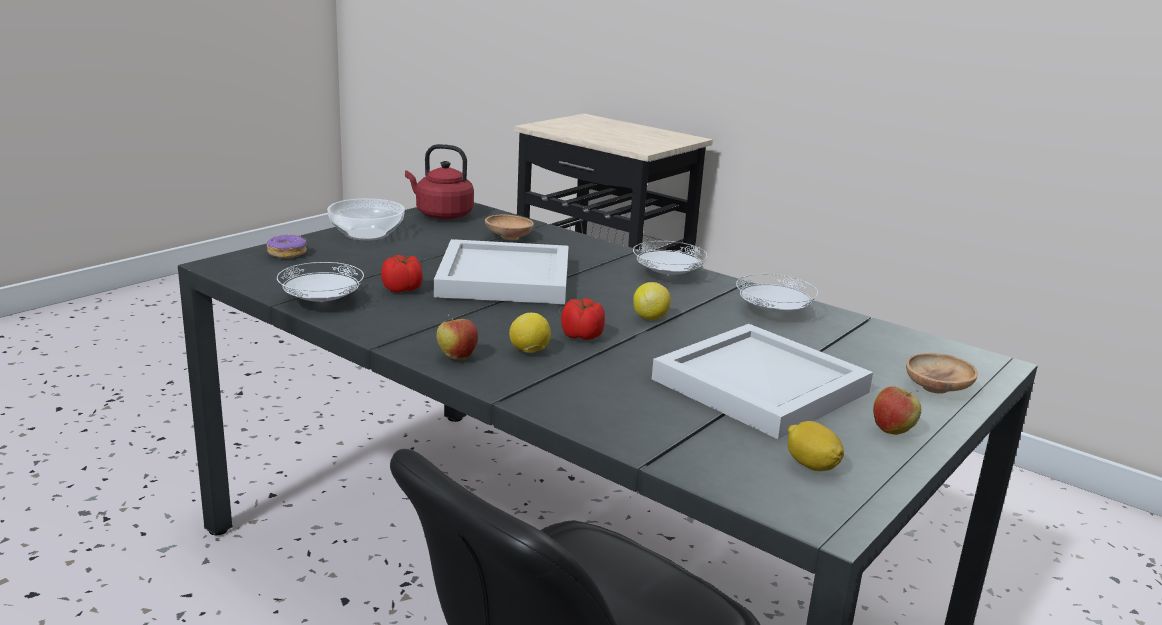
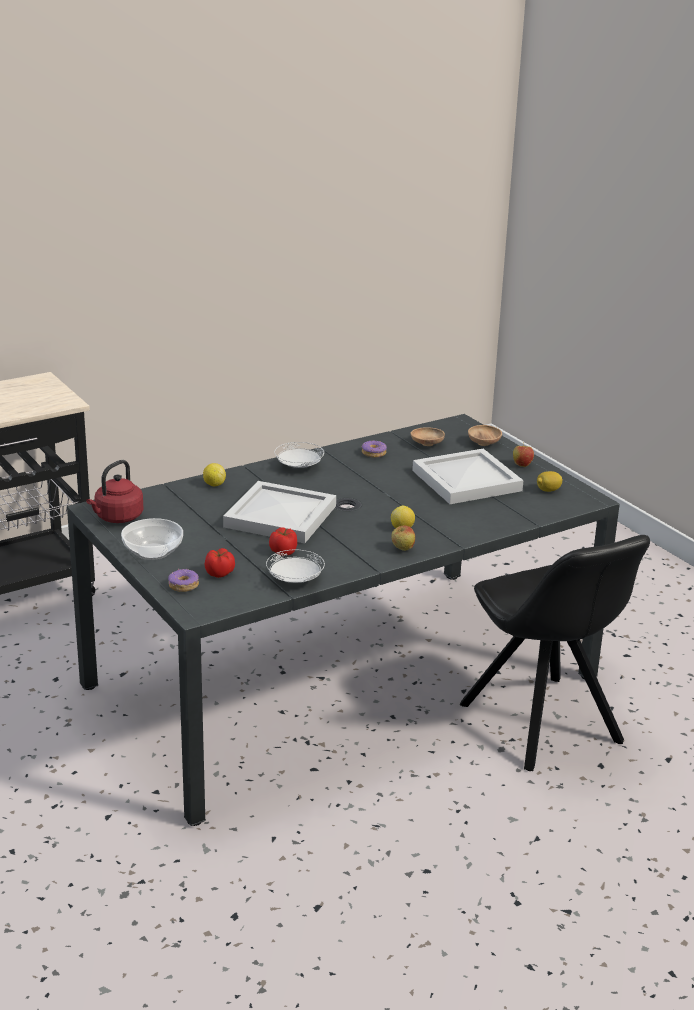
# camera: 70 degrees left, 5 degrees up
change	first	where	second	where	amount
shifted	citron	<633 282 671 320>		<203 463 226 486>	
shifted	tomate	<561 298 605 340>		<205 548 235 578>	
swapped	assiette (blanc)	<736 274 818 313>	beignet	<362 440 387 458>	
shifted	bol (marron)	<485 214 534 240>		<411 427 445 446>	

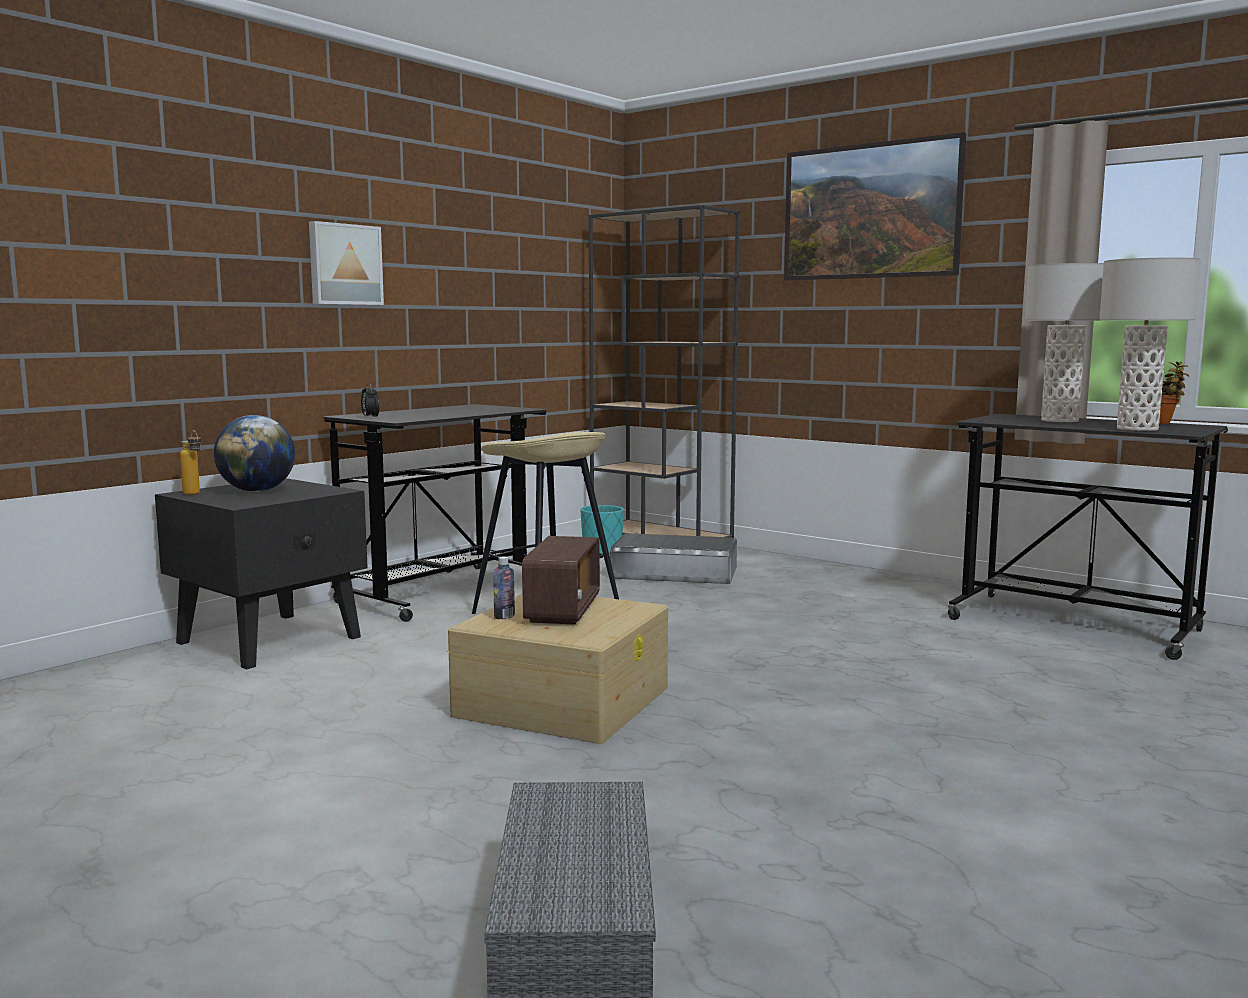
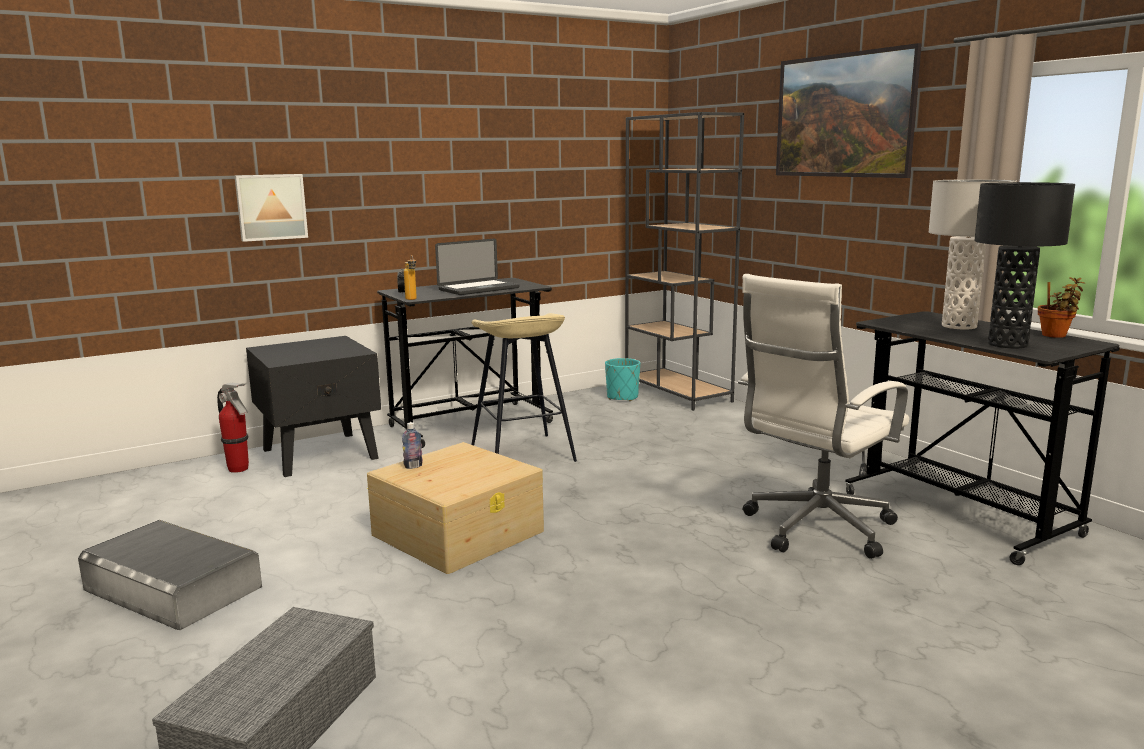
# camera: 20 degrees right, 5 degrees up
change	first	where	second	where	amount
shifted	boîte de rangement (gris)	<610 533 737 584>		<78 520 262 630>	
new			extincteur	<217 383 249 473>	
shifted	tableau	<309 221 384 305>		<234 174 308 242>	
shifted	bouteille	<180 431 201 495>		<404 255 417 300>	
new			ordinateur portable	<435 239 520 295>	
new			chaise de bureau (blanc)	<738 274 909 559>	
repainted	lampe de table (blanc)	<1100 257 1201 431>	lampe de table (noir)	<974 182 1075 349>	
gone	globe	<214 415 295 492>			
gone	radio	<522 536 600 625>			

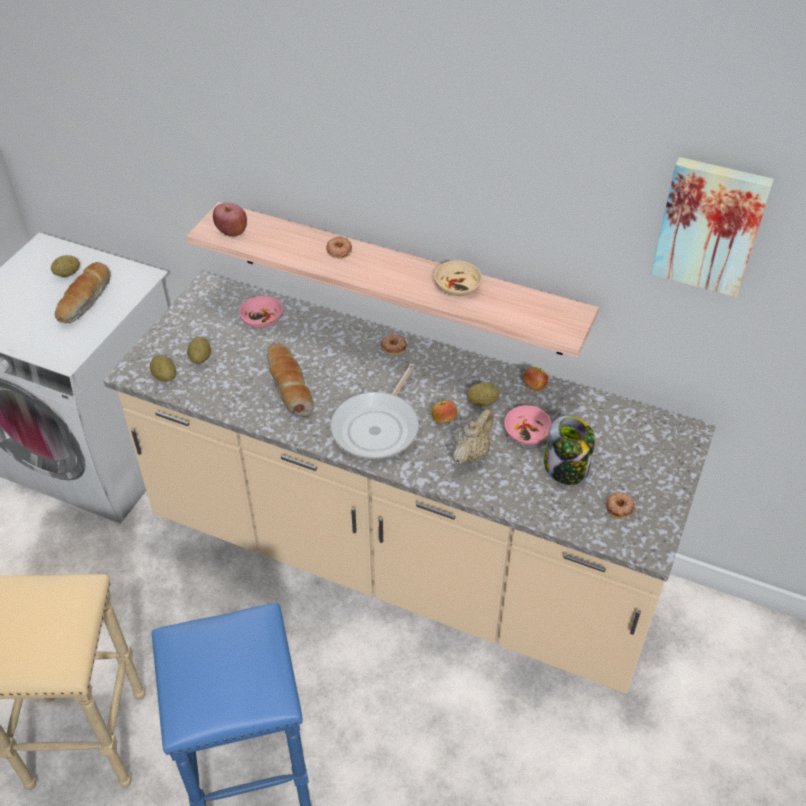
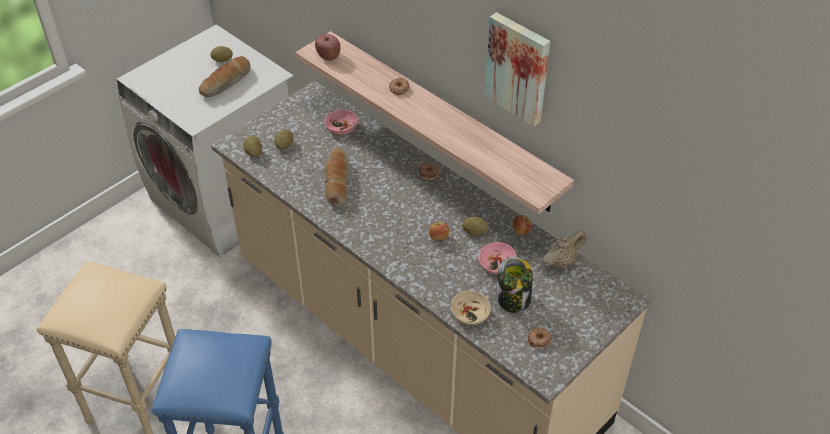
# camera: 20 degrees right, 0 degrees up
change	first	where	second	where	amount
shifted	bol (beige)	<434 260 482 296>		<451 291 491 325>	
shifted	tableau	<651 157 774 297>		<484 12 550 126>	
shifted	théière (beige)	<453 409 494 465>		<543 230 586 269>	
gone	poêle	<330 364 419 459>			

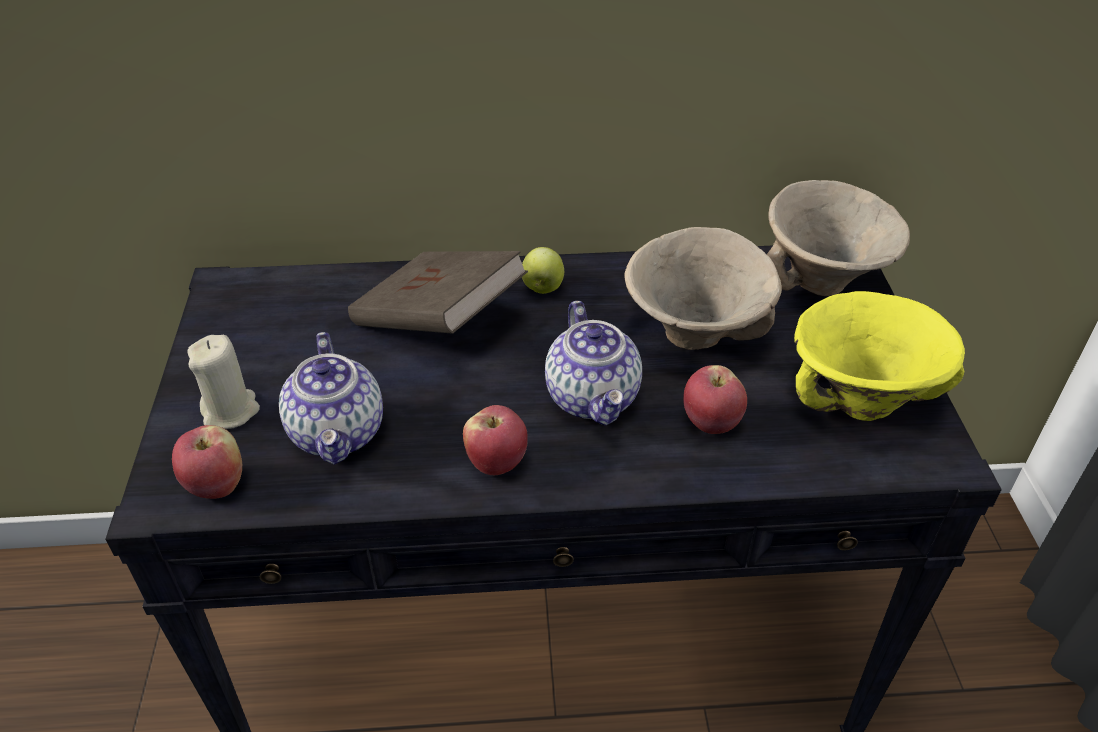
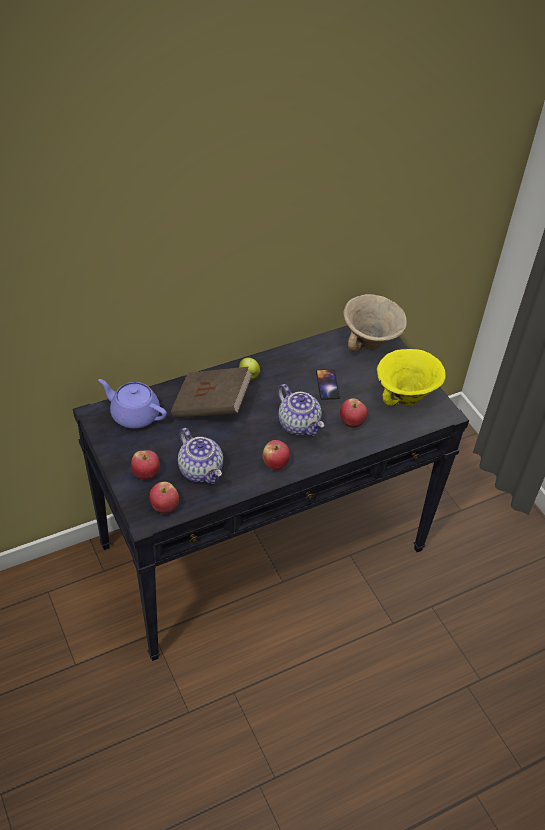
# camera: 25 degrees left, 5 degrees up
change	first	where	second	where	amount
new			théière (violet)	<98 379 167 429>	
swapped	bougie (beige)	<188 335 260 429>	pomme	<131 450 160 480>	
swapped	bol (beige)	<624 227 782 350>	téléphone	<316 369 340 400>	

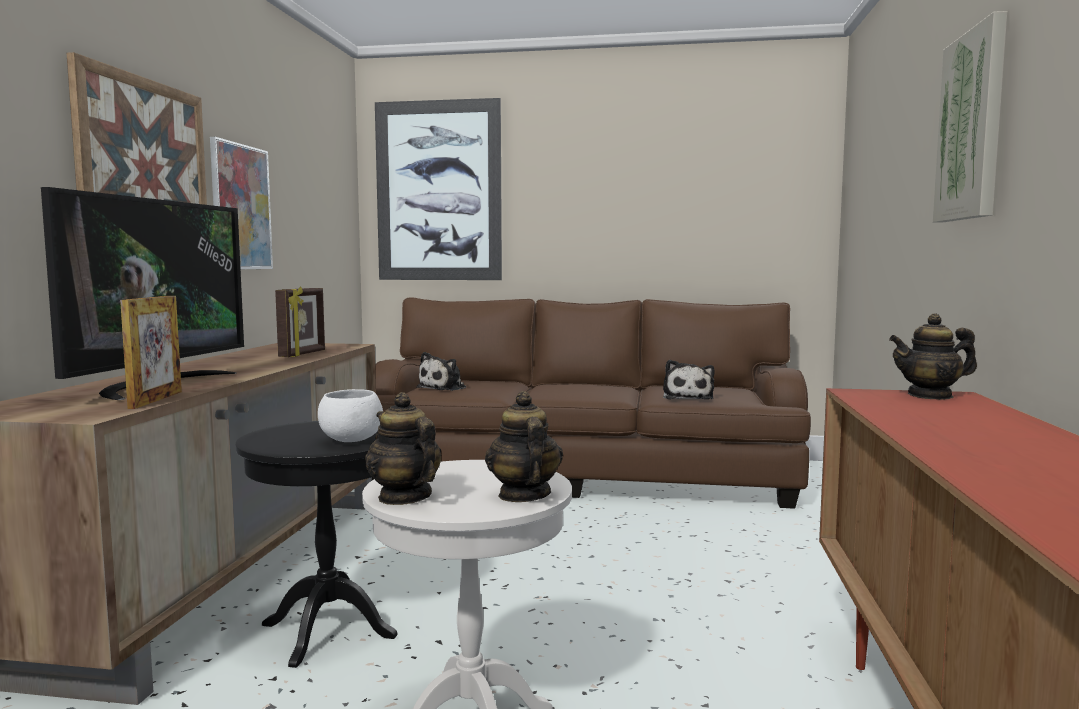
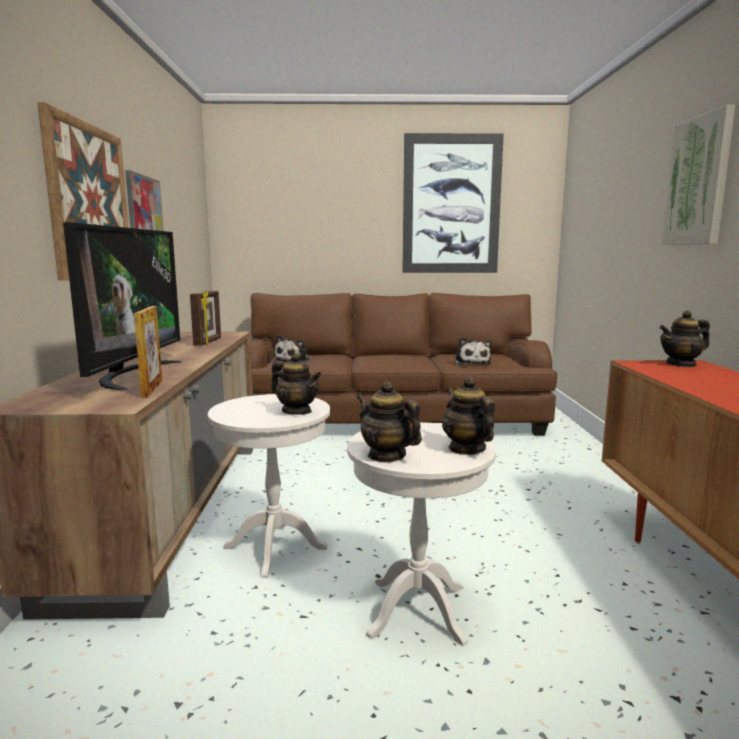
# camera: 10 degrees left, 5 degrees up
change	first	where	second	where	amount
repainted	table d'appoint (noir)	<236 421 398 668>	table d'appoint (blanc)	<208 394 330 578>	
swapped	bol (blanc)	<318 389 383 442>	théière	<271 353 322 415>	
shifted	tableau	<375 98 502 280>		<402 133 504 273>	

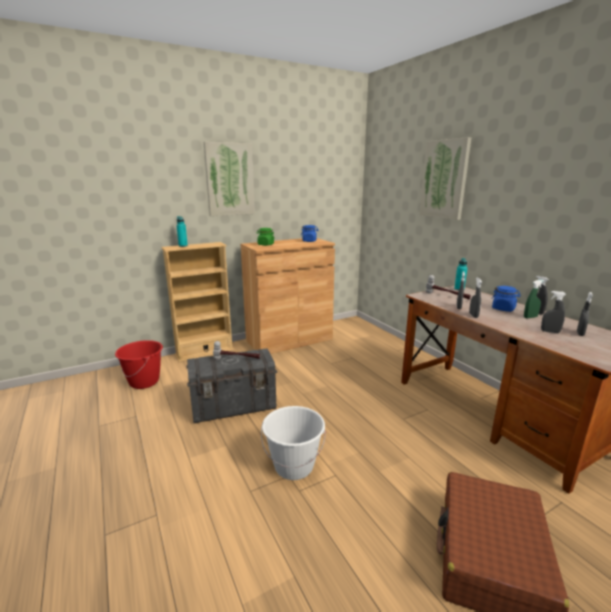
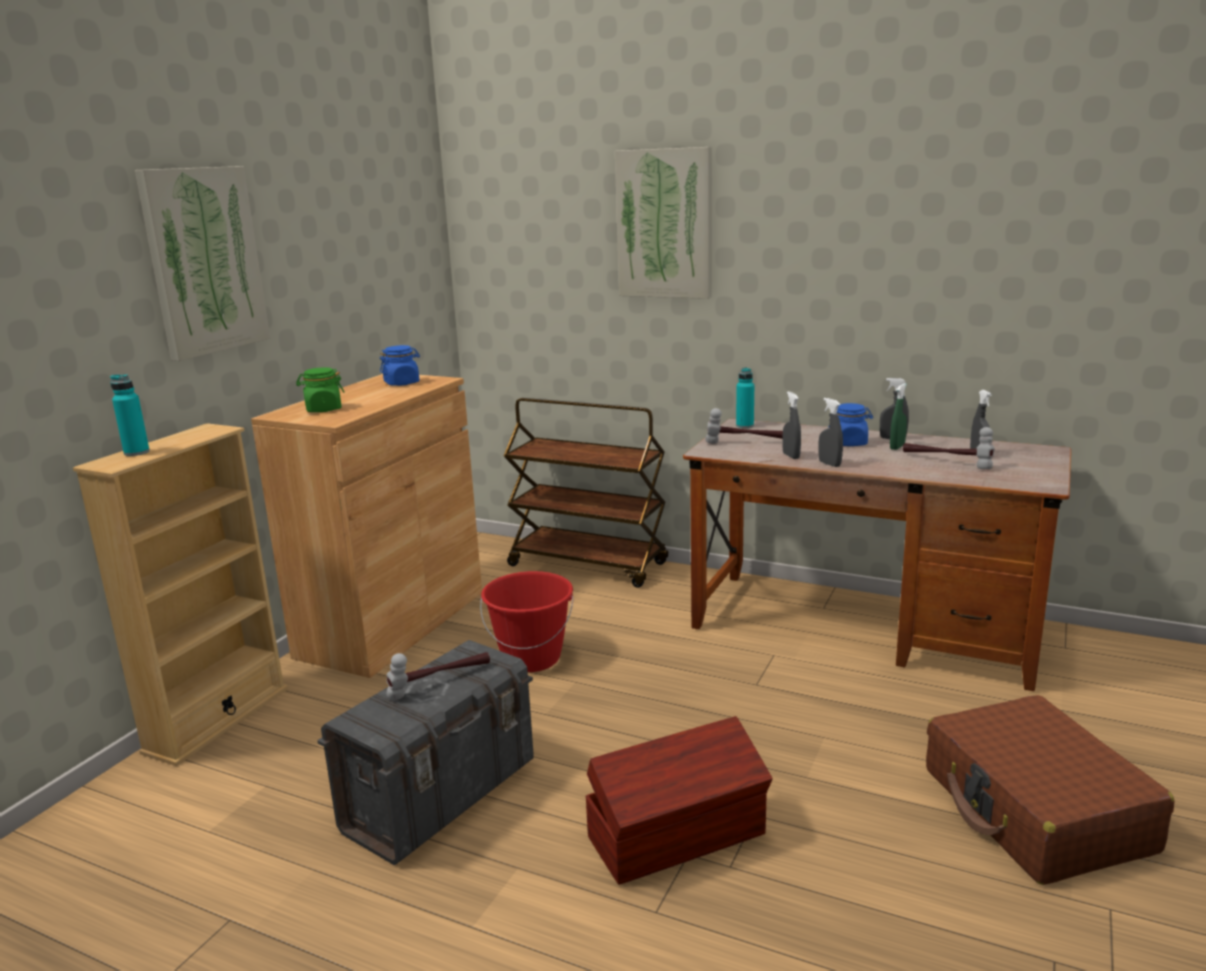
# camera: 35 degrees left, 0 degrees up
change	first	where	second	where	amount
shifted	seau (rouge)	<115 340 163 389>		<480 571 574 672>	
new			chariot (marron)	<504 398 668 588>	
swapped	seau (blanc)	<261 406 326 480>	boîte de rangement (marron)	<585 716 773 885>	
swapped	vaporisateur (gris)	<541 291 566 333>	marteau	<903 427 995 469>	

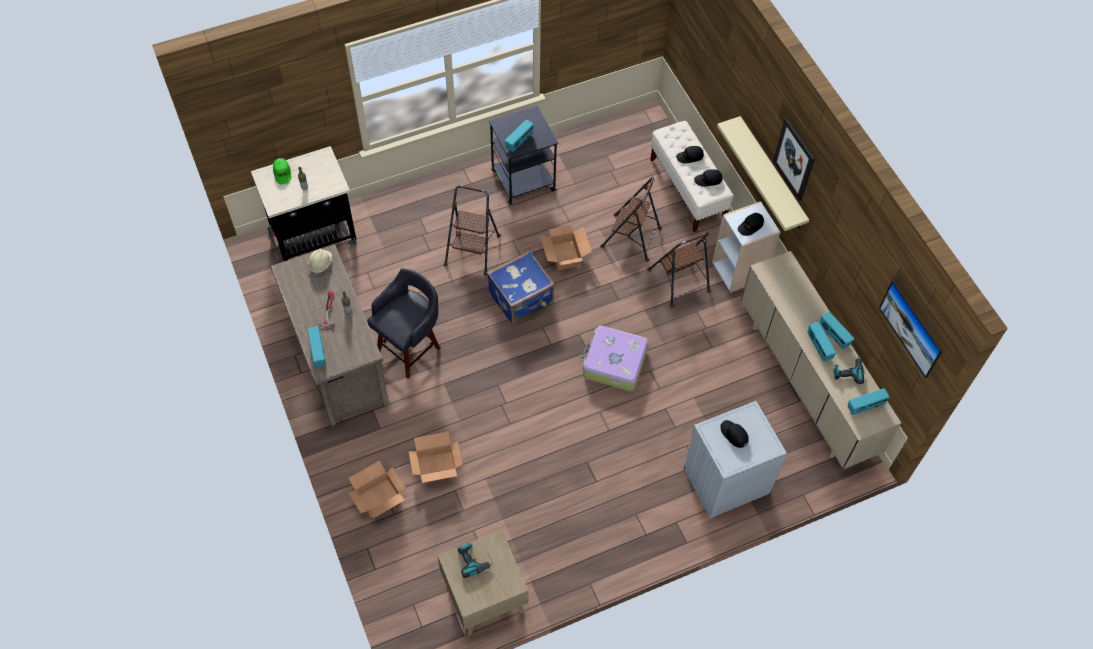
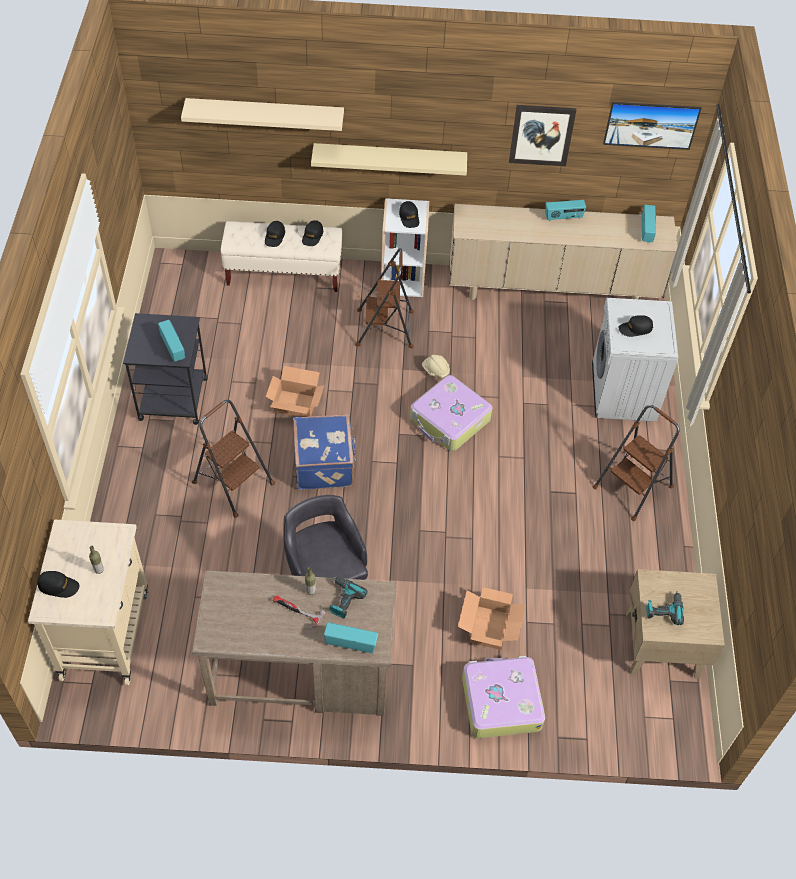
# camera: 65 degrees left, 5 degrees down
change	first	where	second	where	amount
repainted	chariot (noir)	<251 146 357 262>	chariot (beige)	<28 519 149 685>	
repainted	casquette (vert)	<273 158 291 184>	casquette (noir)	<37 571 80 598>	
new			étagère (beige)	<181 98 344 131>	
shifted	perceuse	<833 357 864 384>		<330 576 367 619>	
shifted	casque de chantier (beige)	<308 249 332 275>		<422 355 450 378>	
swapped	carton	<348 460 405 518>	valise	<462 656 545 738>	
shifted	tableau	<773 118 815 201>		<509 105 576 166>	
shifted	escabeau (marron)	<600 177 662 262>		<592 405 680 521>	
gone	radio	<807 322 836 362>			

